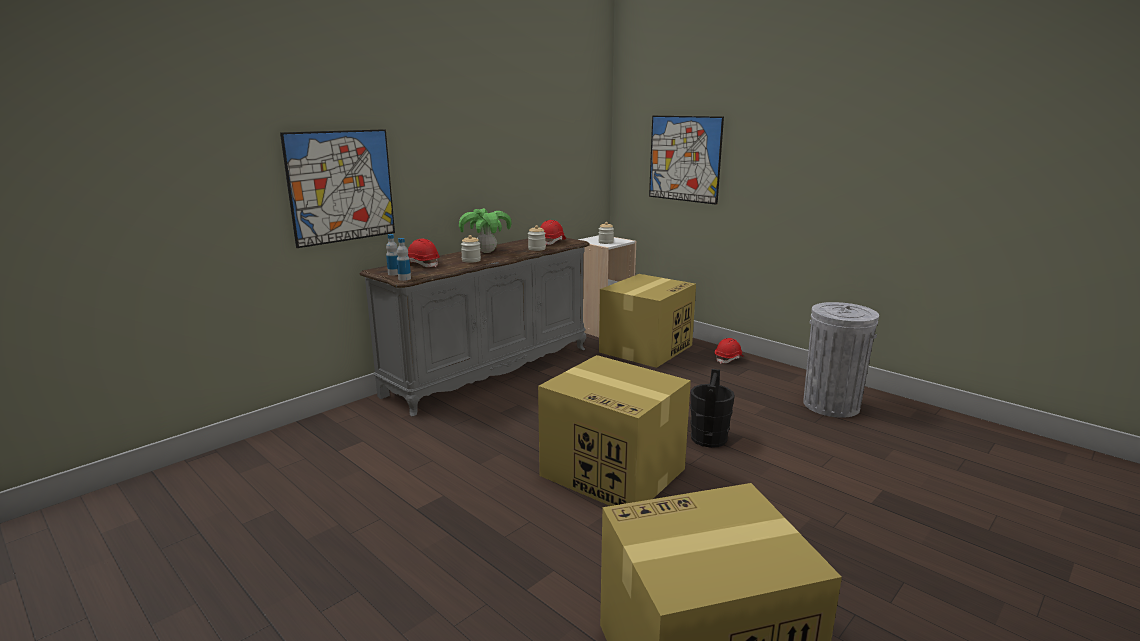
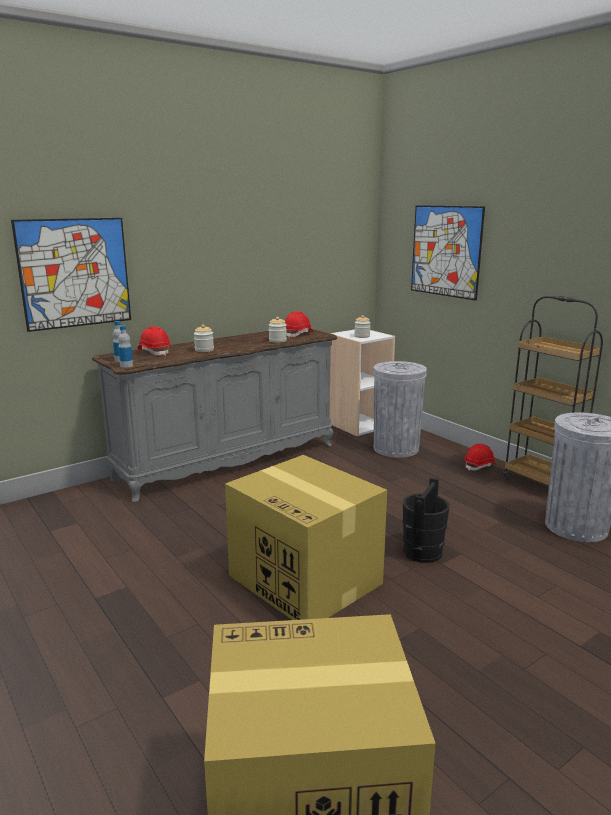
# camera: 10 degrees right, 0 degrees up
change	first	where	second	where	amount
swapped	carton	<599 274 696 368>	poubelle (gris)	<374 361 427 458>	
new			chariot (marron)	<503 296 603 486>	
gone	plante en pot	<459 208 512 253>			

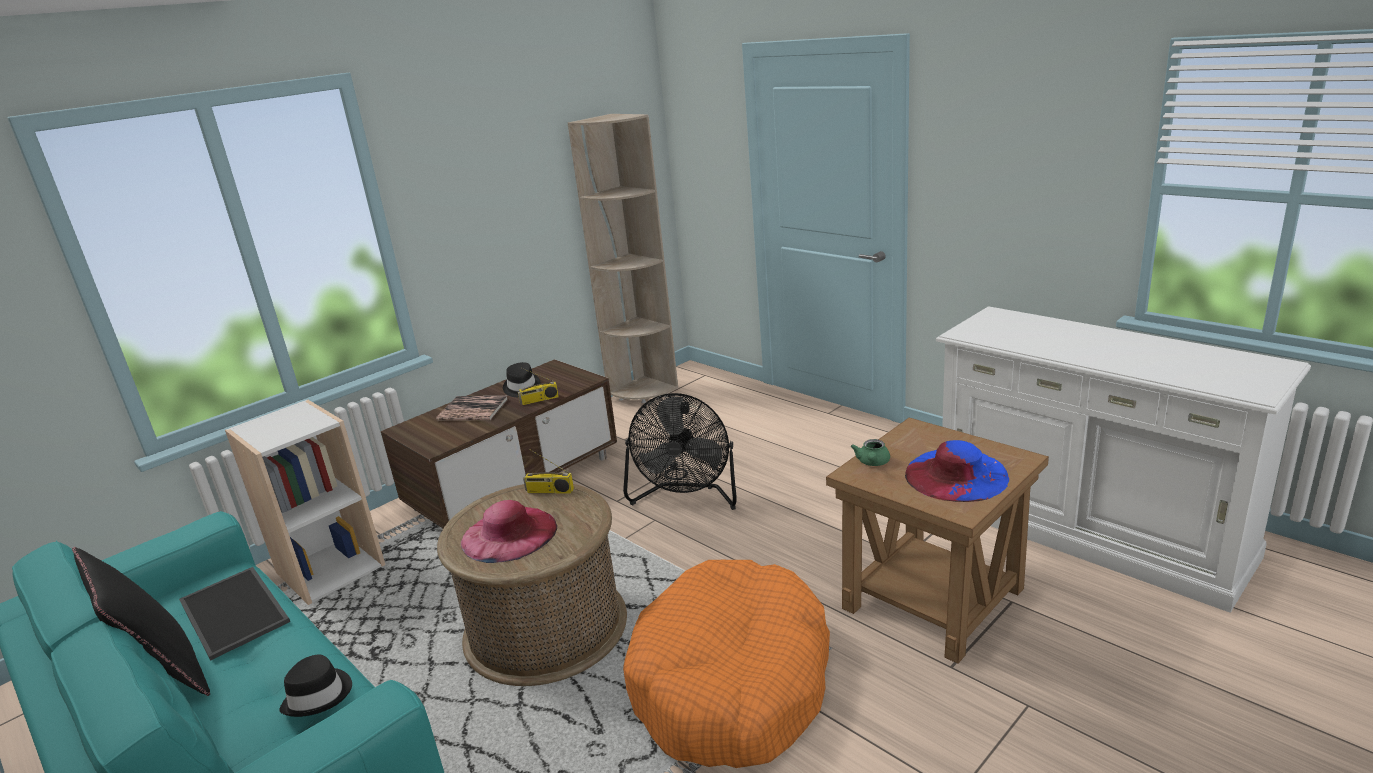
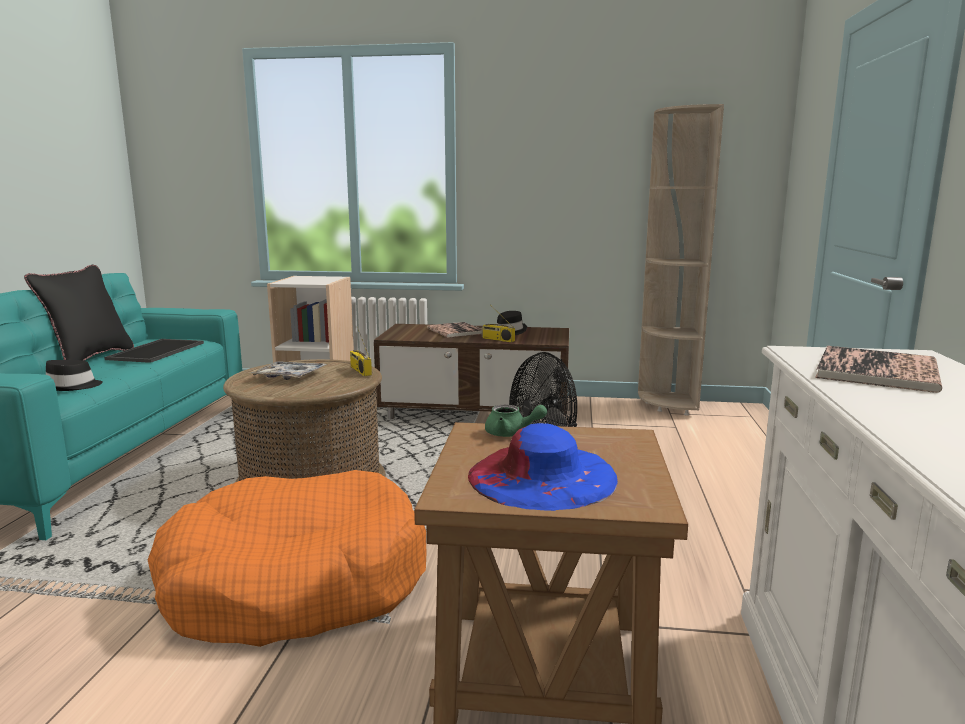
# camera: 50 degrees right, 10 degrees down
change	first	where	second	where	amount
swapped	chapeau (rose)	<461 500 557 563>	plateau	<250 361 327 380>	
rotated	théière (vert)	<851 439 890 466>		<485 405 547 437>	135 degrees counterclockwise
new			livre	<815 346 942 393>	

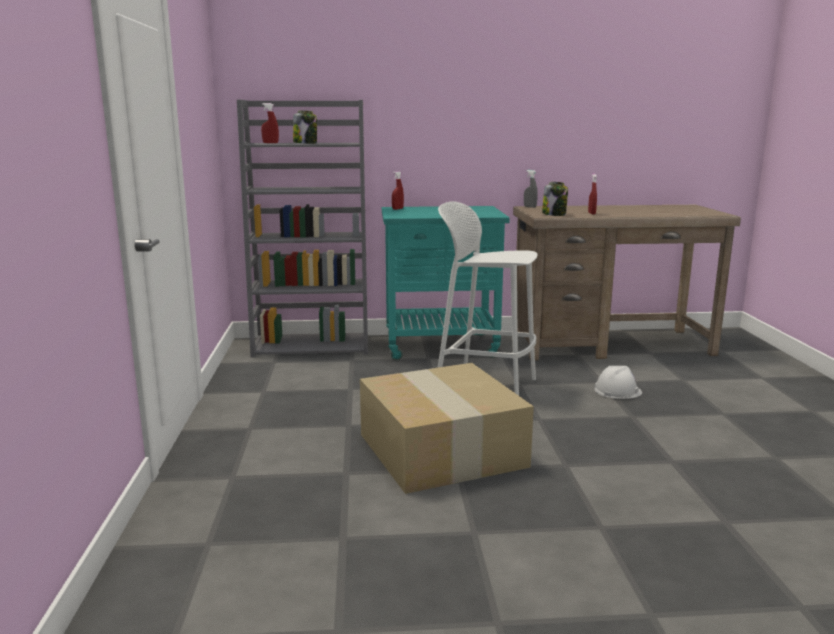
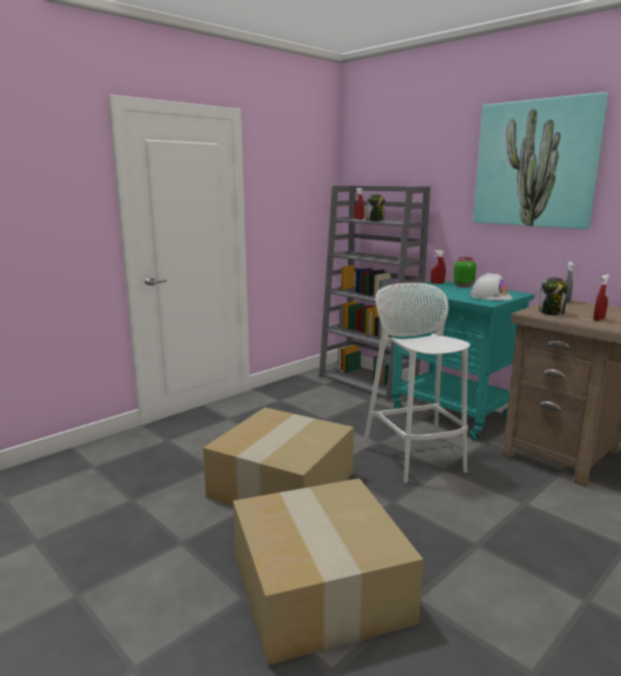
# camera: 50 degrees right, 0 degrees up
change	first	where	second	where	amount
new			carton	<233 478 423 666>	
new			bocal (vert)	<453 257 476 287>	
shifted	casque de chantier (blanc)	<595 366 642 399>		<470 273 512 300>	
new			tableau	<473 92 608 229>	

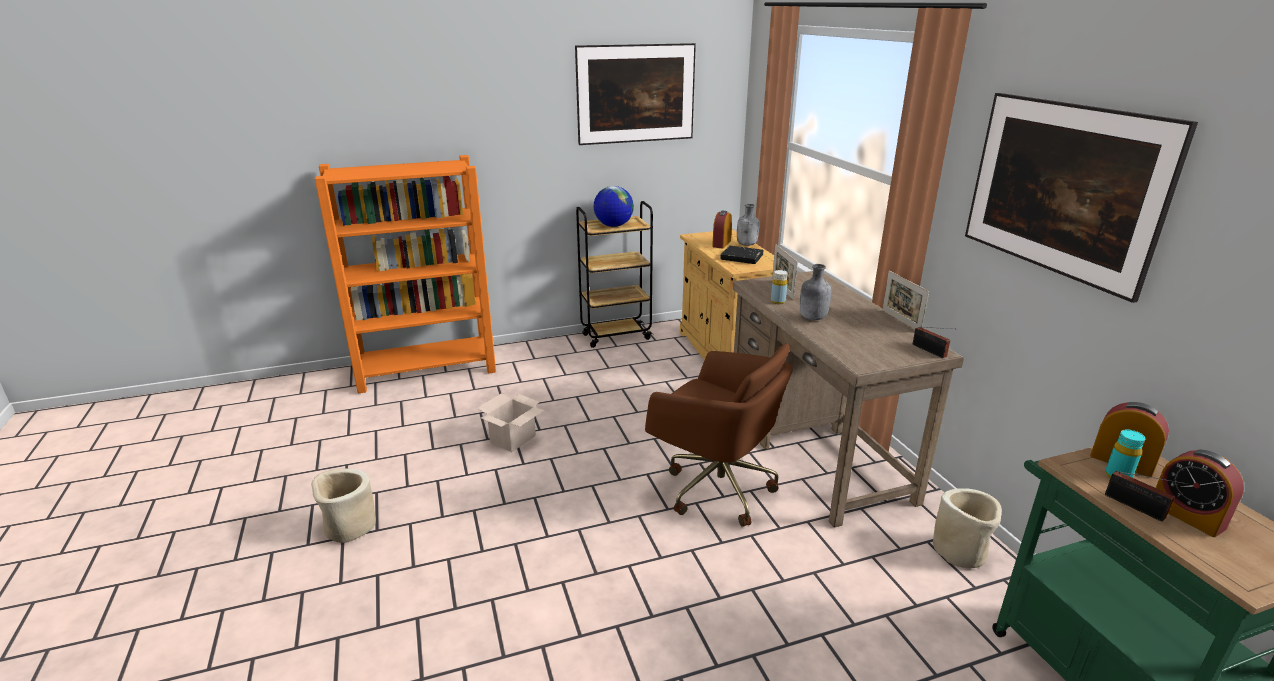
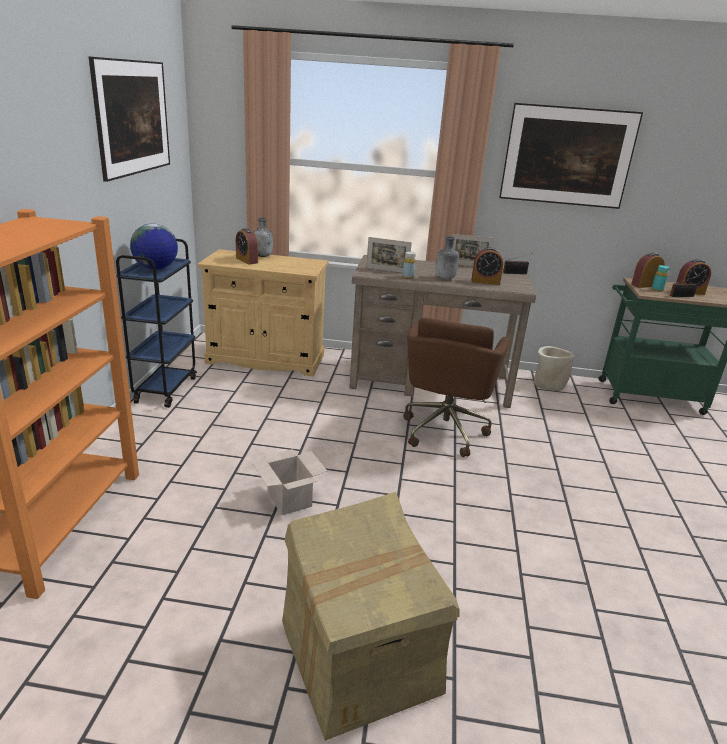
# camera: 65 degrees left, 0 degrees up
change	first	where	second	where	amount
repainted	chariot (marron)	<576 201 654 348>	chariot (bleu)	<116 239 197 408>	
swapped	cache-pot (beige)	<311 468 376 543>	carton	<282 492 460 741>	
rotated	chaise de bureau (marron)	<645 343 793 527>		<403 318 509 457>	135 degrees clockwise
new			réveil	<471 247 503 285>	
gone	livre (noir)	<720 246 763 264>			

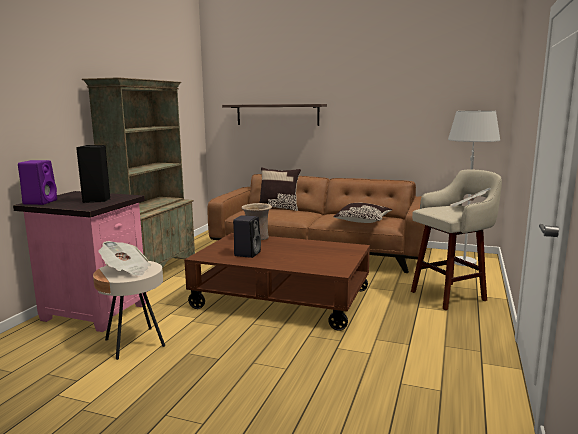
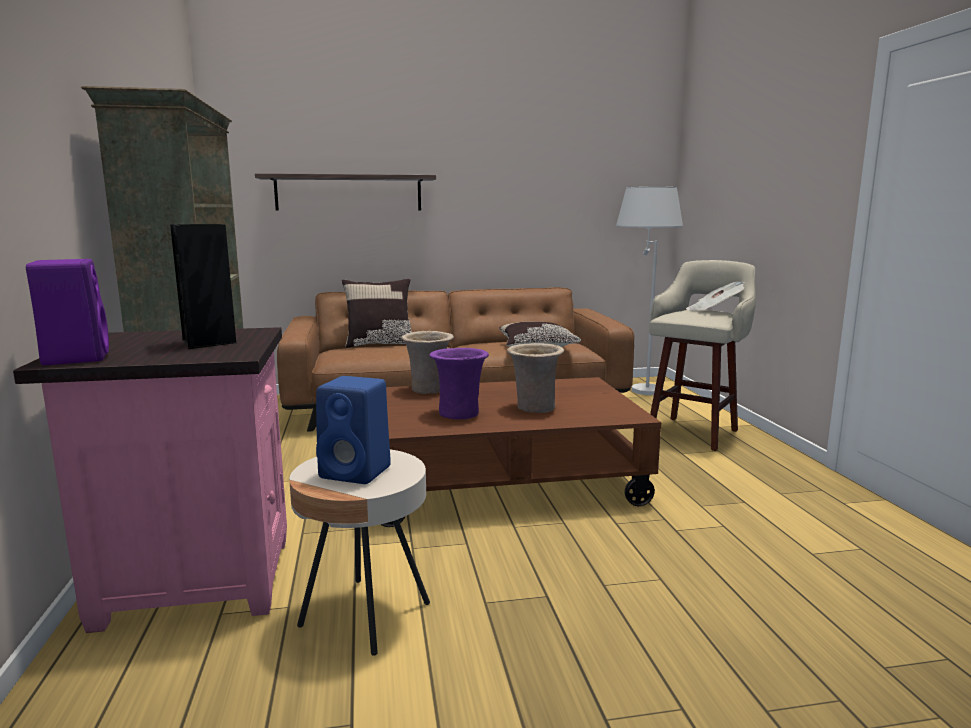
# camera: 30 degrees left, 0 degrees up
change	first	where	second	where	amount
swapped	journal	<99 241 151 276>	enceinte (bleu)	<316 376 391 484>	
swapped	enceinte (noir)	<233 215 261 258>	vase (violet)	<429 348 489 419>	
new			vase (beige)	<507 343 564 413>	

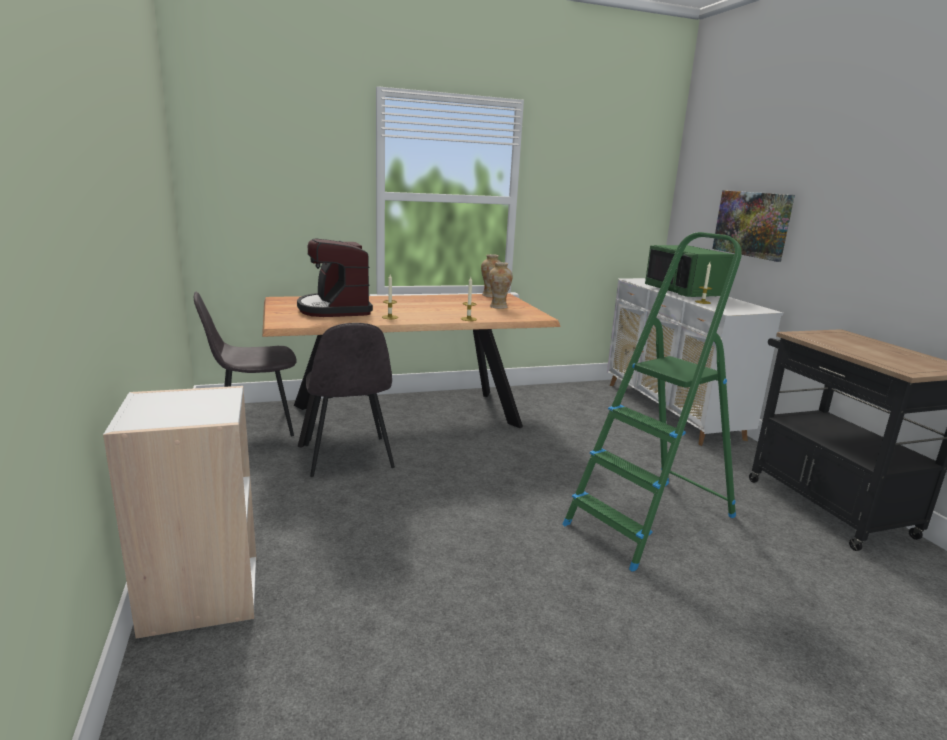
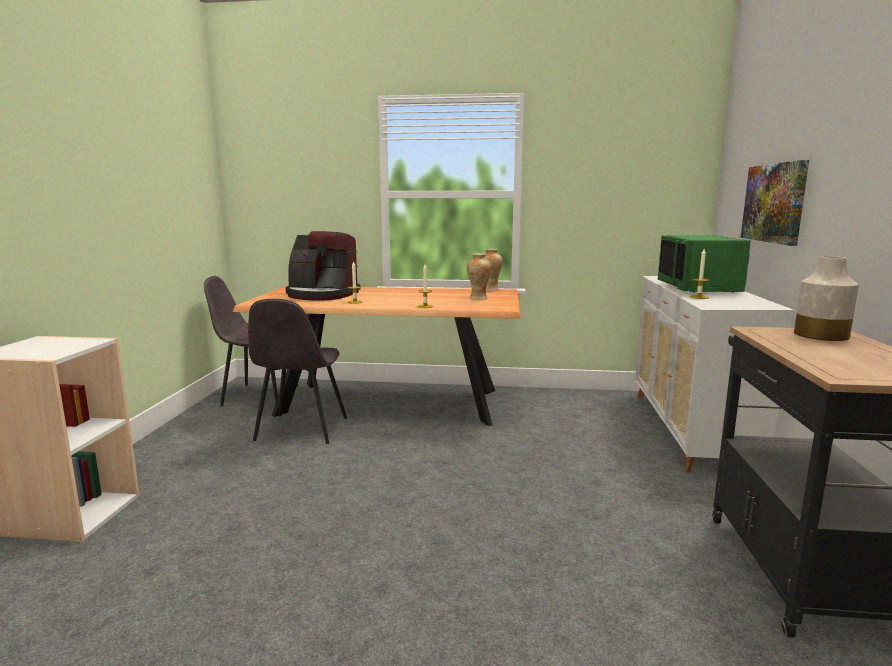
# camera: 25 degrees right, 5 degrees down
change	first	where	second	where	amount
rotated	machine à café	<297 239 373 317>		<285 231 360 301>	75 degrees counterclockwise
new			vase (beige)	<794 256 859 341>	
gone	escabeau (vert)	<562 232 742 571>			

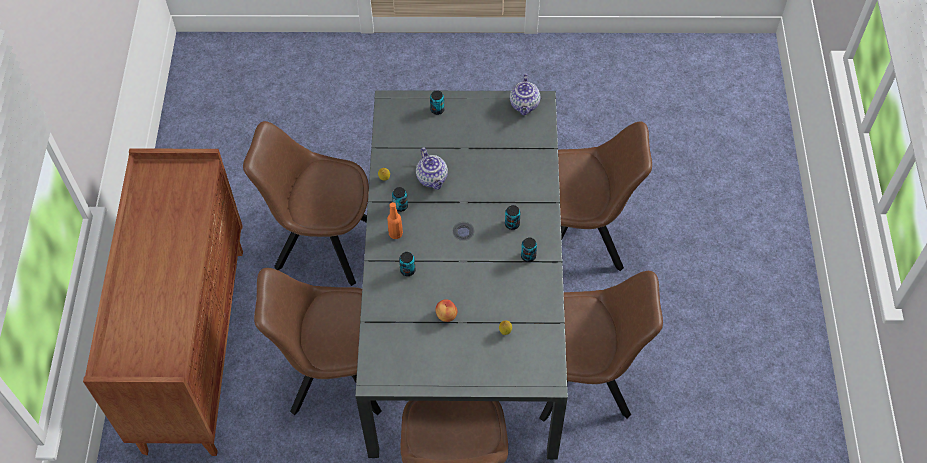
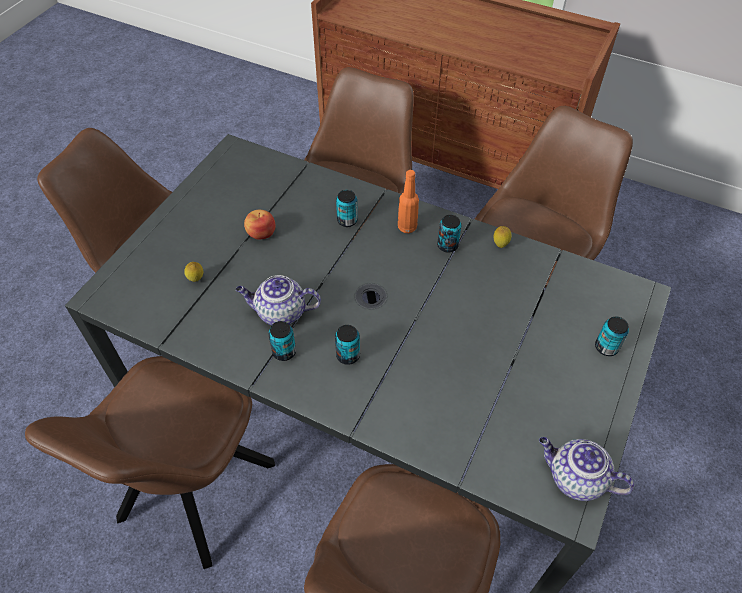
# camera: 115 degrees right, 5 degrees down
change	first	where	second	where	amount
shifted	théière	<416 148 448 190>		<236 275 321 325>	

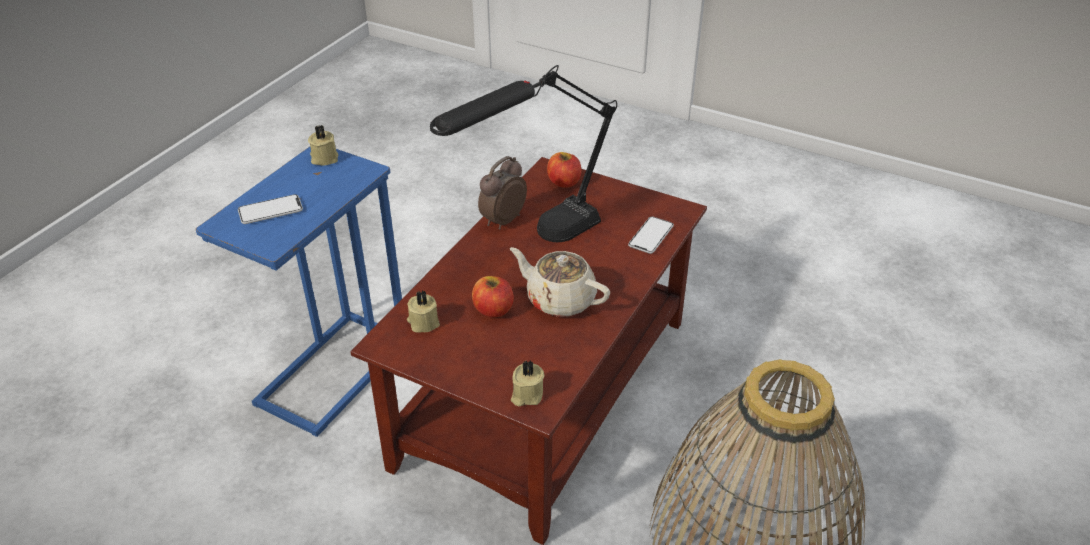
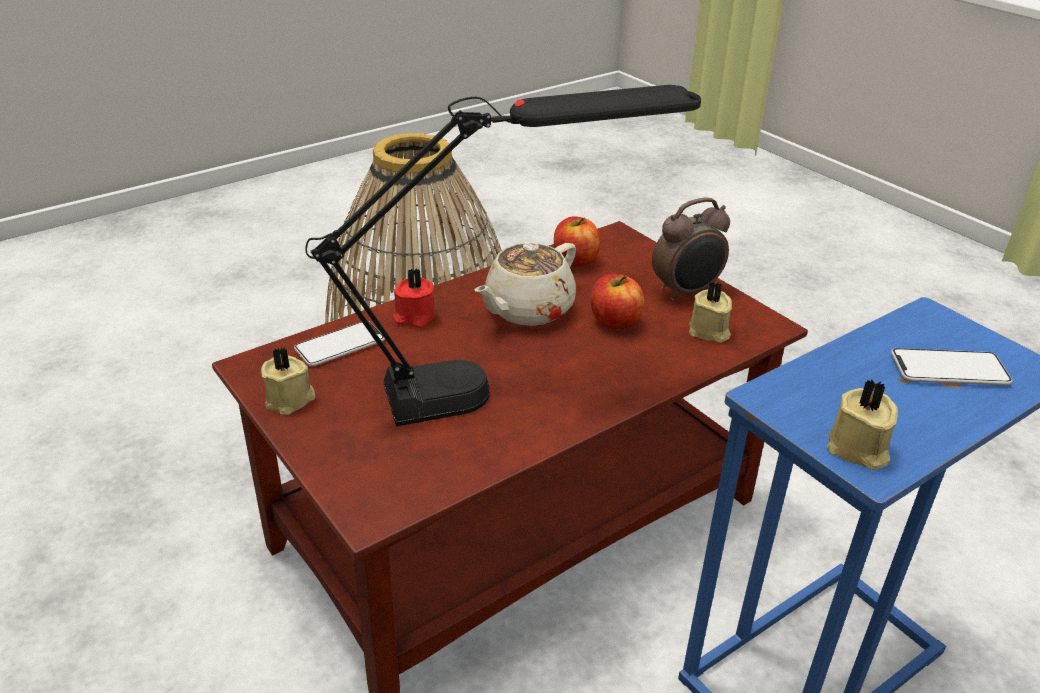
# camera: 155 degrees left, 5 degrees down
change	first	where	second	where	amount
shifted	bougie (beige)	<511 359 544 406>		<261 347 316 415>	
new			bougie (rouge)	<393 269 434 327>	
rotated	théière (beige)	<510 247 610 317>		<474 243 576 326>	75 degrees clockwise
shifted	pomme	<547 152 581 188>		<554 216 601 267>	
shifted	réveil	<478 156 527 230>		<652 197 730 301>	

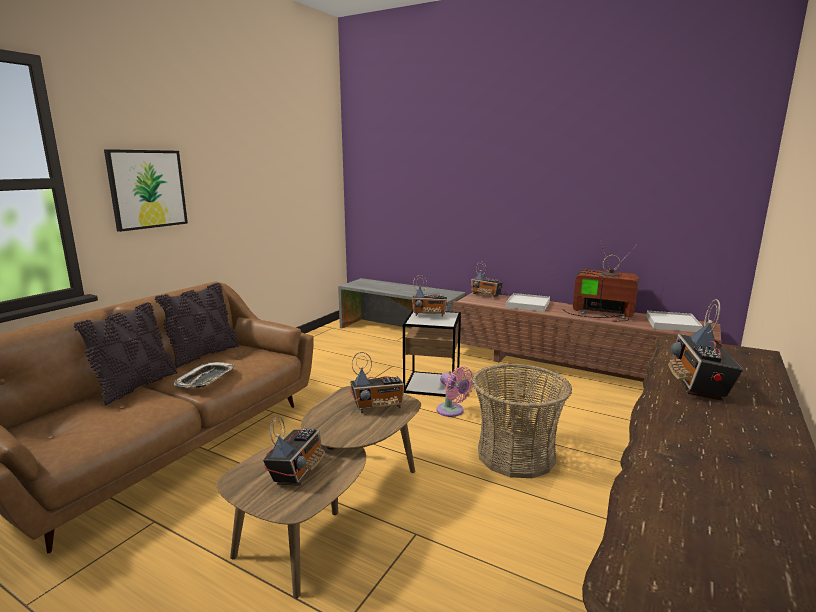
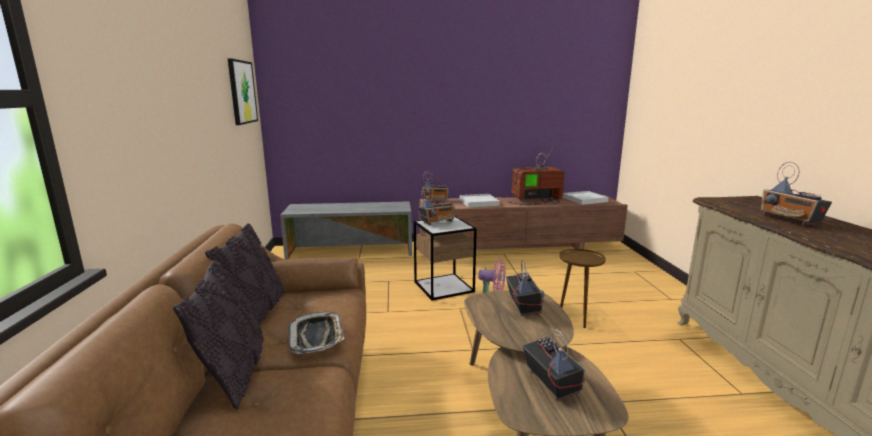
# camera: 35 degrees left, 0 degrees up
change	first	where	second	where	amount
shifted	tableau	<104 149 188 232>		<228 59 258 125>	
rotated	radio	<350 352 404 413>		<506 260 545 316>	45 degrees counterclockwise
swapped	panier	<472 364 572 478>	table d'appoint (marron)	<559 249 606 328>	

